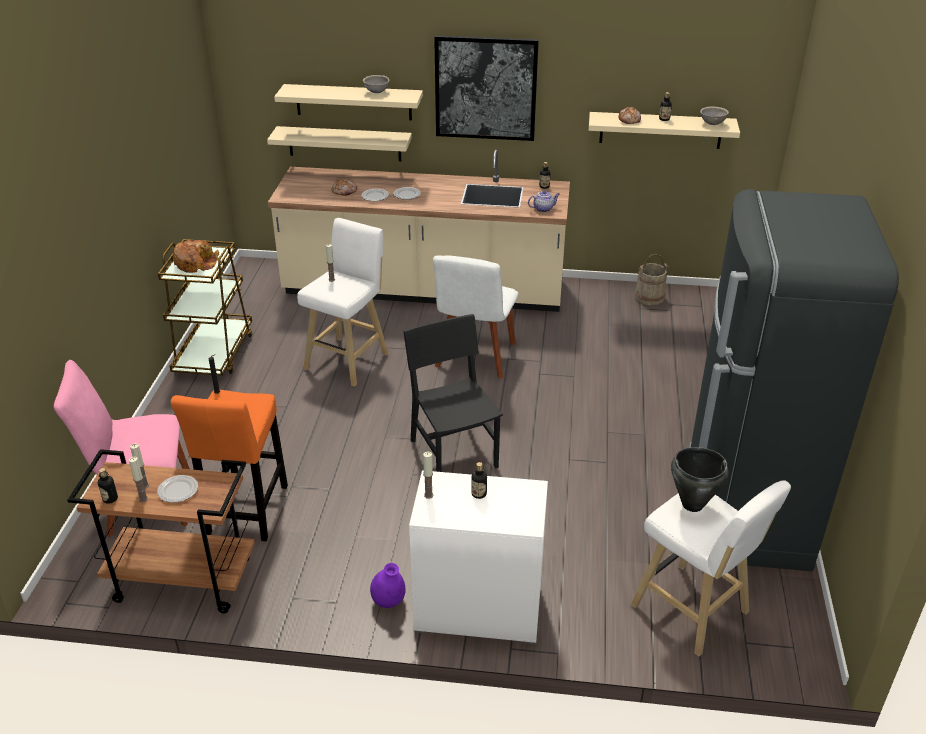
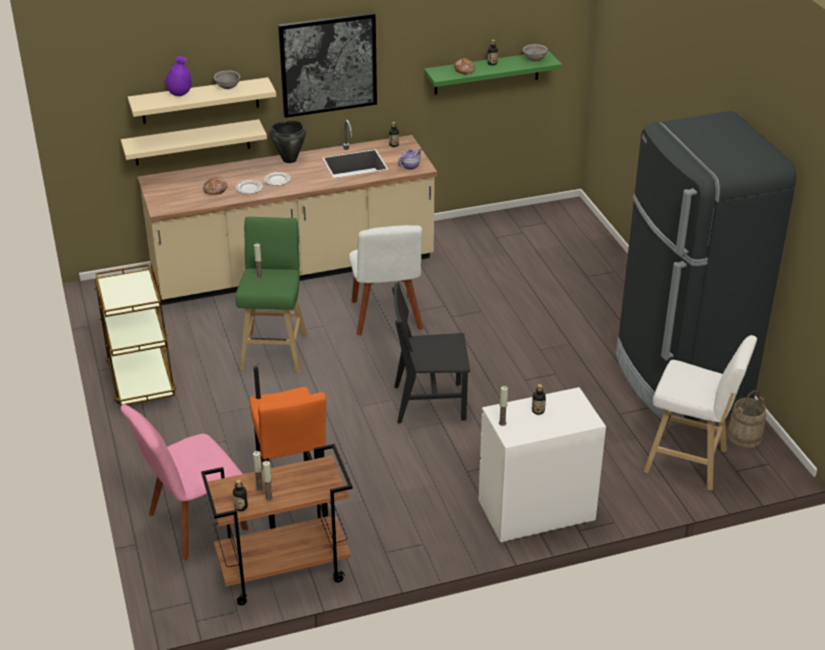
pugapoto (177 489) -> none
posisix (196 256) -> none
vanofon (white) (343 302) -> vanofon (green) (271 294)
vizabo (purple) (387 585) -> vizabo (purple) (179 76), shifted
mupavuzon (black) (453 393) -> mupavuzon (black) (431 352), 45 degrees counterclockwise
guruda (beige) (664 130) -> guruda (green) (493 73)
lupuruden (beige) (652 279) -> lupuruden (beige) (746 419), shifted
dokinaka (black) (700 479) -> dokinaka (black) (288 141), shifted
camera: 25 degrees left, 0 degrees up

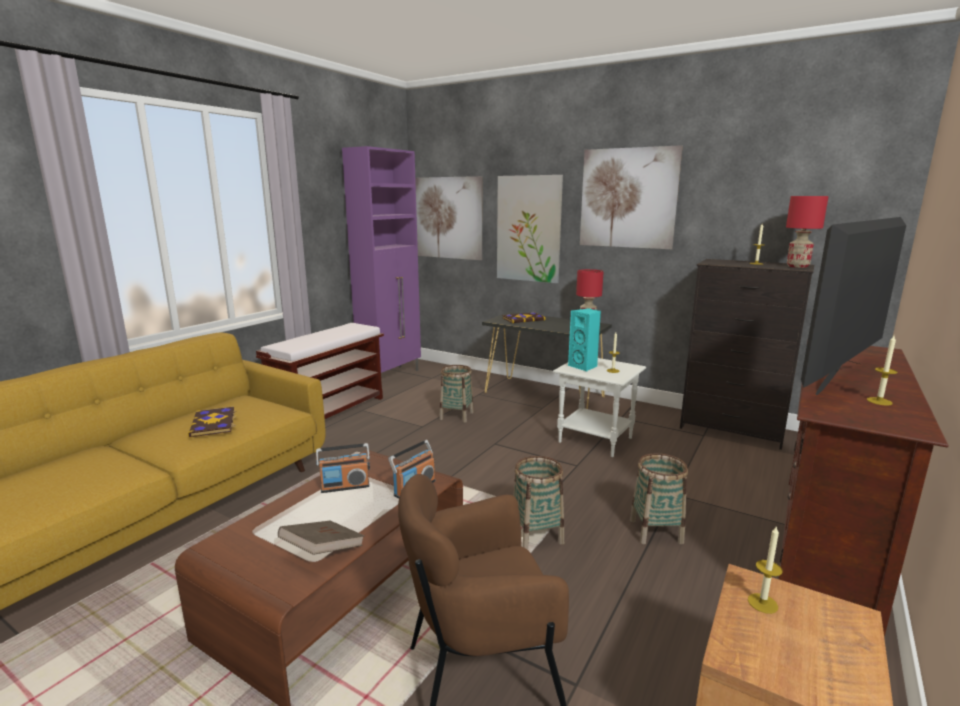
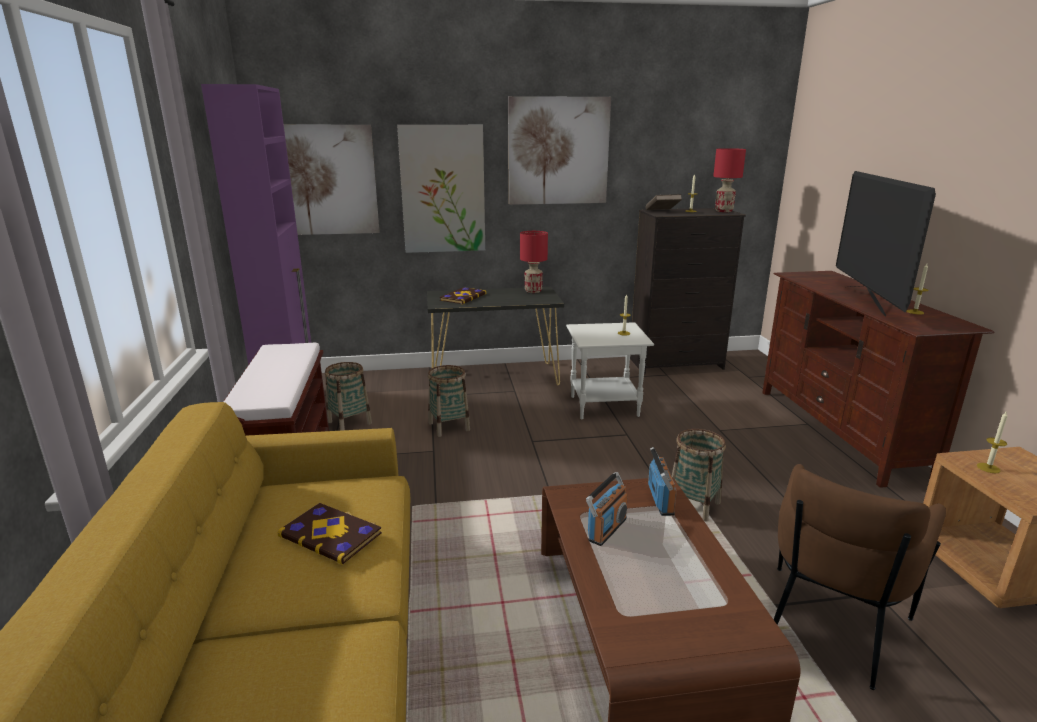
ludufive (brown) (321 538) -> ludufive (brown) (663 202), shifted
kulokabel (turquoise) (584 339) -> none
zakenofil (659 498) -> zakenofil (348 396), shifted
camera: 40 degrees left, 5 degrees up

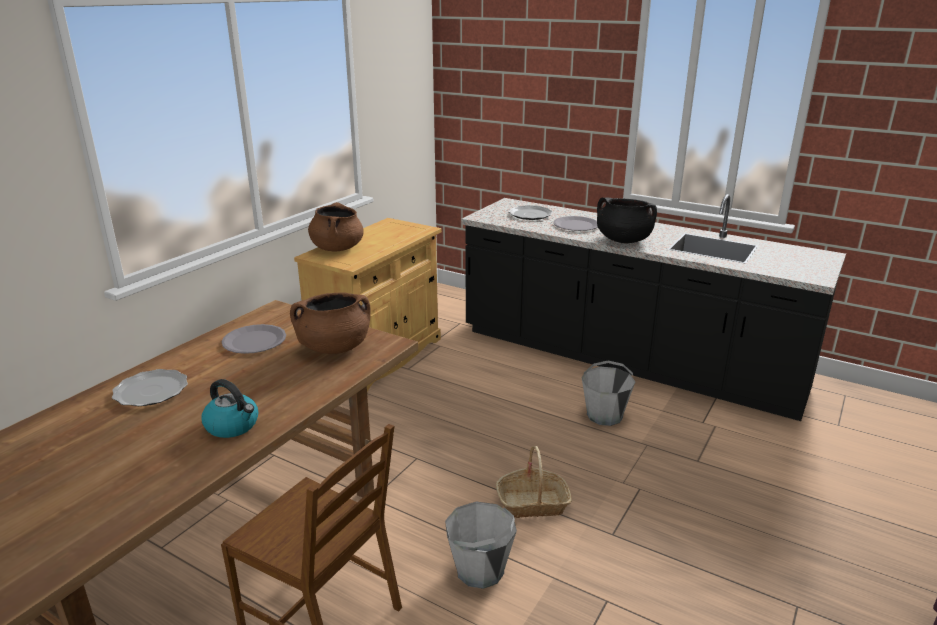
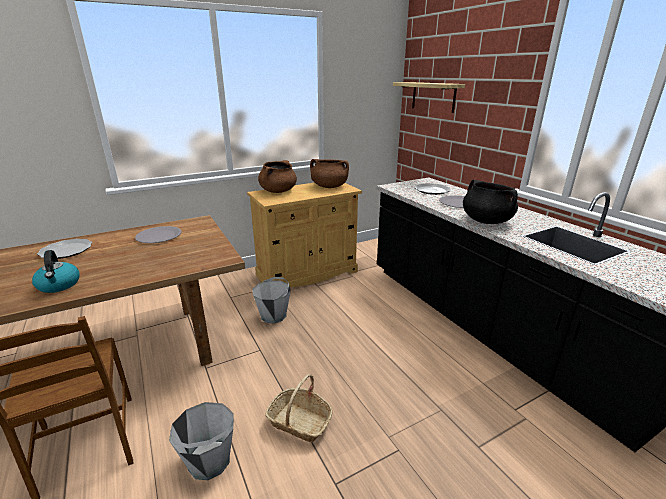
dokinaka (brown) (330 323) -> dokinaka (brown) (329 173), shifted
lupuruden (grey) (608 393) -> lupuruden (grey) (271 300), shifted
none -> guruda (429 97)
camera: 30 degrees right, 0 degrees up

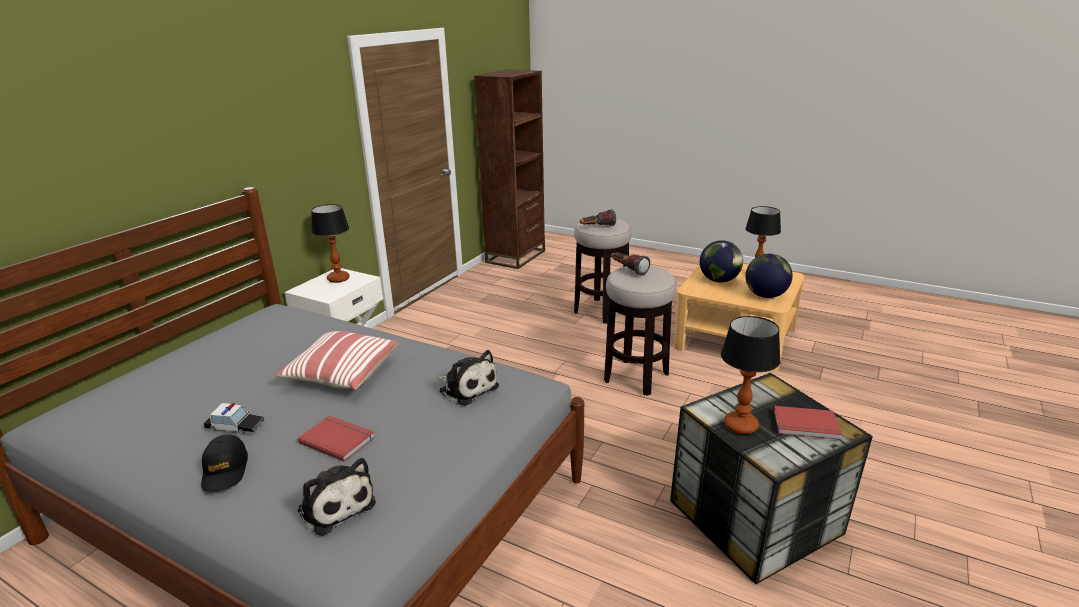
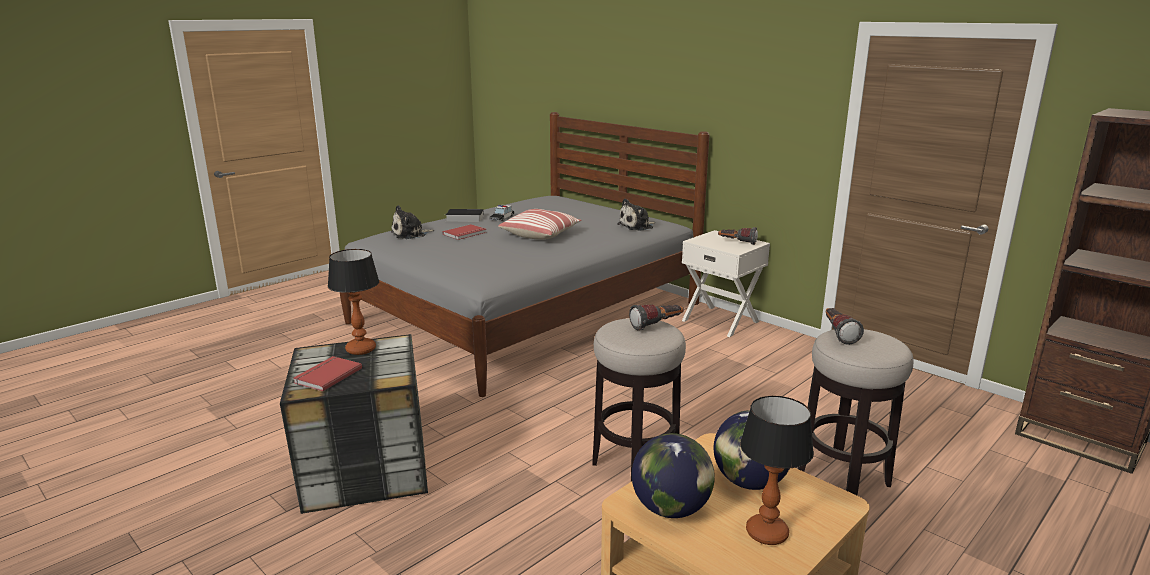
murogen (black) (224 463) -> ludufive (465 215)
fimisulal (330 243) -> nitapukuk (738 236)
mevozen (468 378) -> mevozen (636 215), shifted
camera: 105 degrees right, 5 degrees down

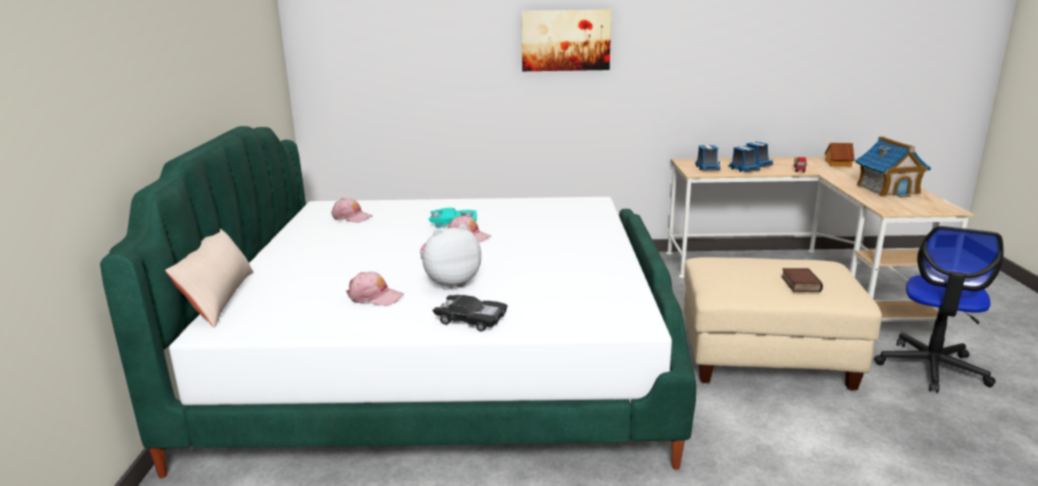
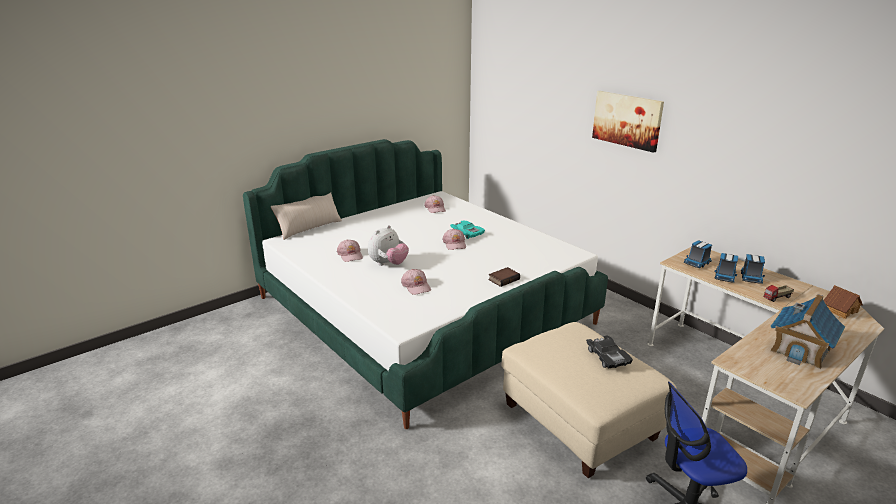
mevozen (450 257) -> mevozen (388 245), 105 degrees clockwise
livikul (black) (470 313) -> livikul (black) (609 351), shifted
ludufive (802 280) -> ludufive (504 277), shifted
none -> murogen (pink) (416 282)
camera: 50 degrees right, 5 degrees up

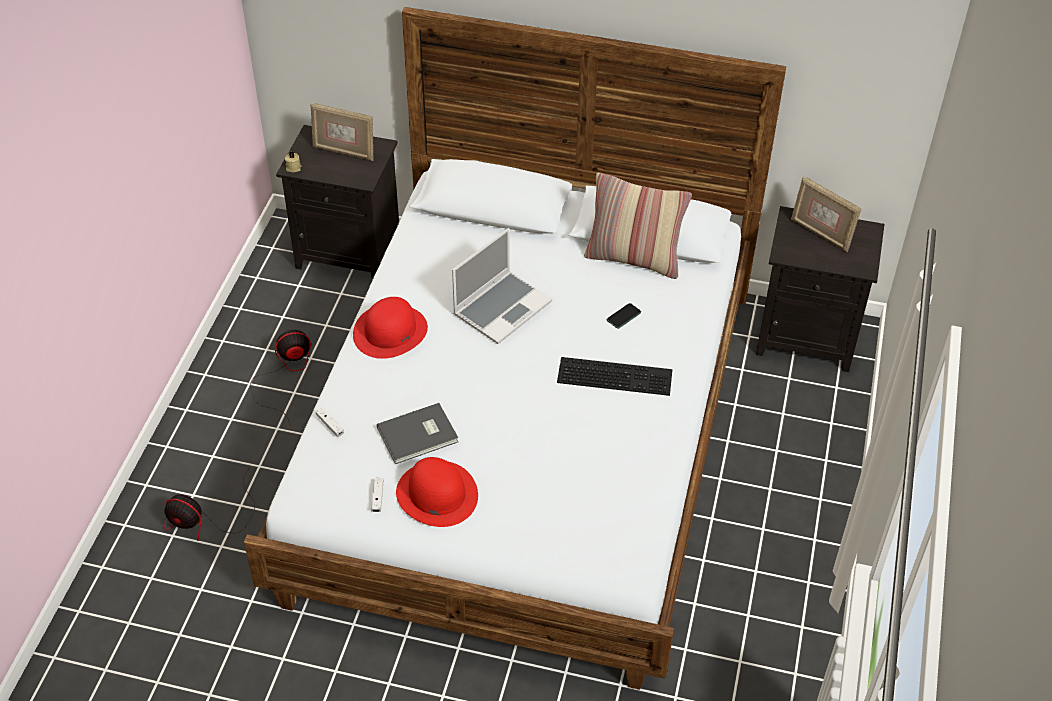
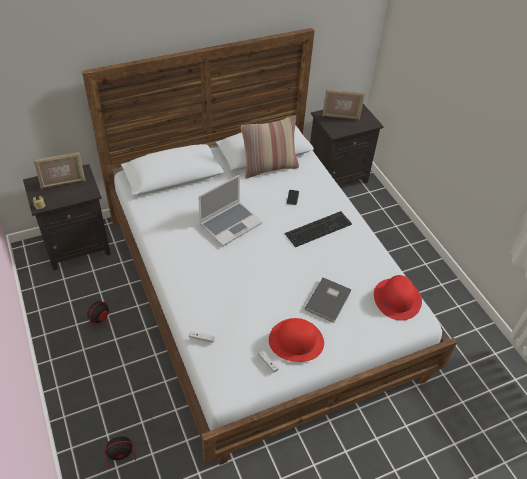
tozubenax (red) (390 328) -> tozubenax (red) (398 297), shifted
ludufive (grey) (417 433) -> ludufive (grey) (328 300), shifted
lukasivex (502 286) -> lukasivex (230 210), 45 degrees clockwise
camera: 40 degrees left, 0 degrees up

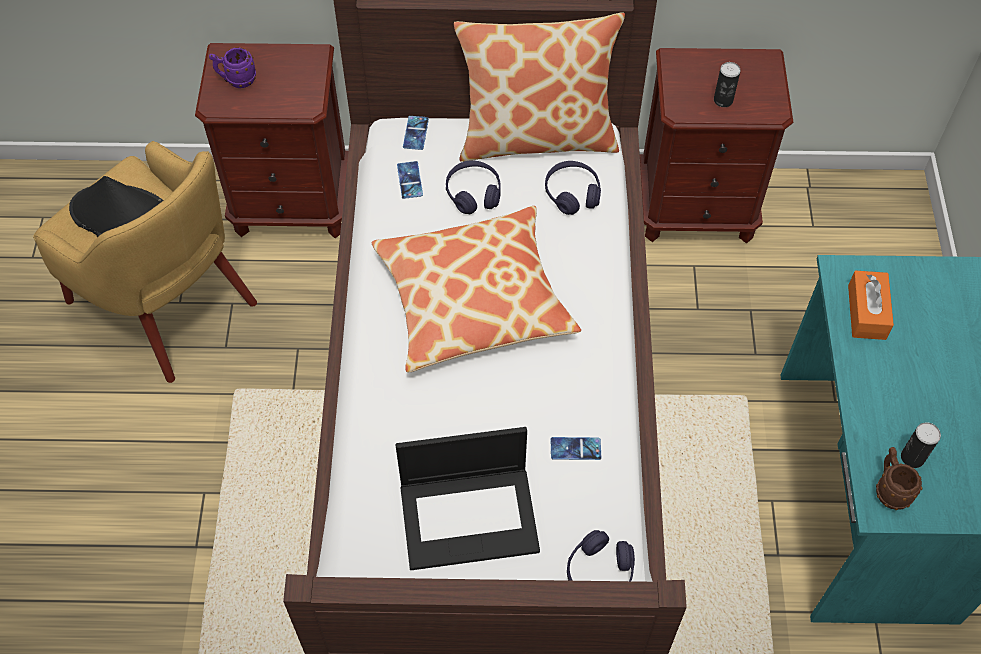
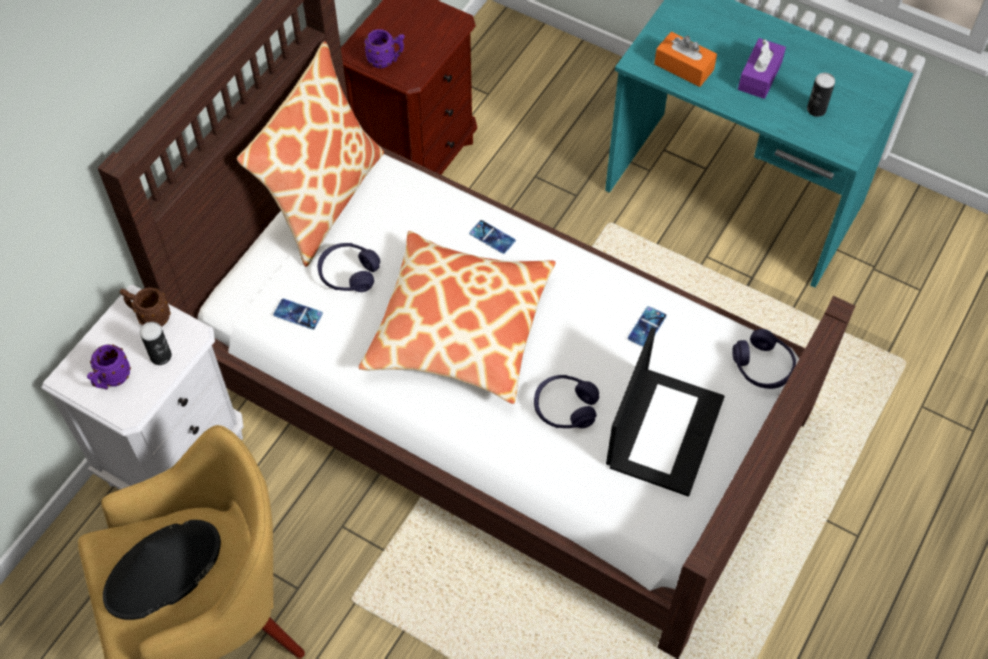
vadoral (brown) (271 140) -> vadoral (white) (142 386)
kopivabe (416 133) -> kopivabe (492 237), shifted
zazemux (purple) (573 188) -> zazemux (purple) (566 401), shifted
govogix (727 84) -> govogix (156 343), shifted
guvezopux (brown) (899 478) -> guvezopux (brown) (145 307), shifted
none -> guvezopux (purple) (384 48)
none -> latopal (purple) (762 68)
camera: 60 degrees left, 0 degrees up

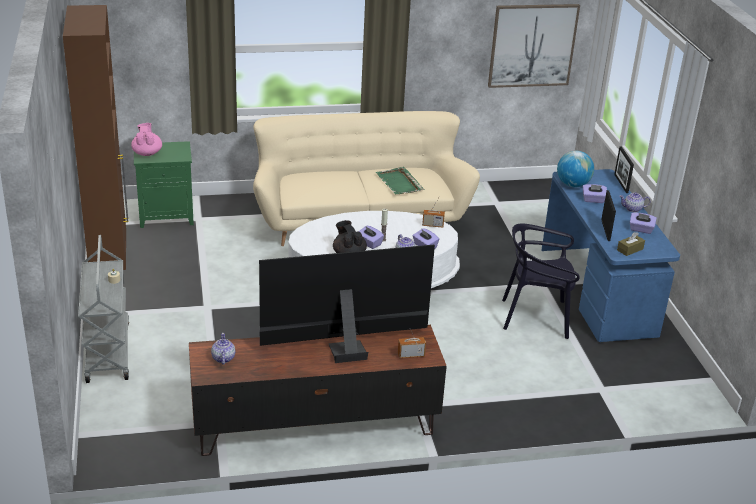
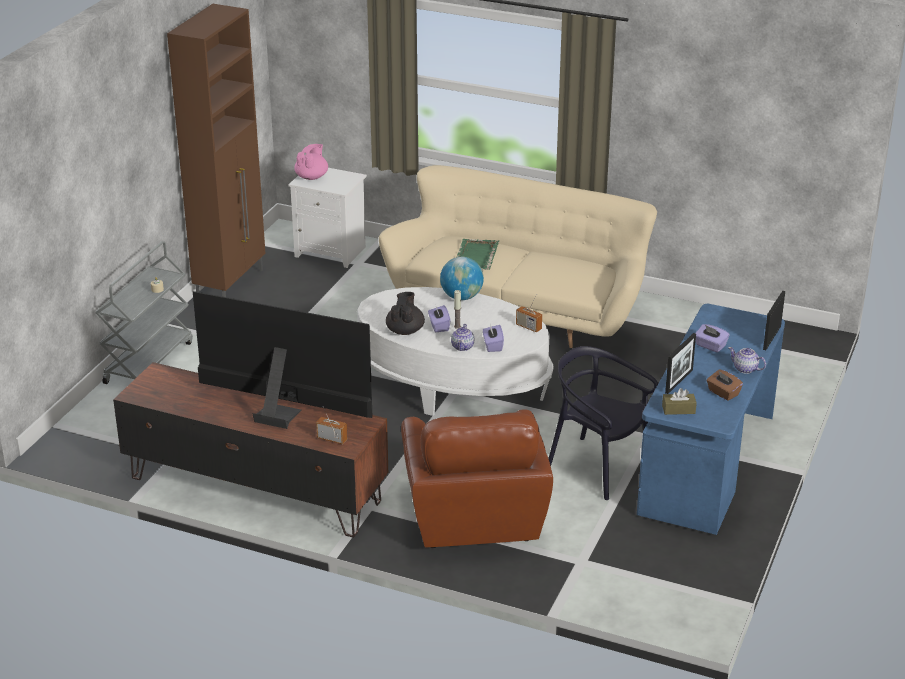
vadoral (green) (164 184) -> vadoral (white) (327 218)
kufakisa (223 349) -> none
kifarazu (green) (400 181) -> kifarazu (green) (477 254), shifted
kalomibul (534 46) -> none
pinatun (575 169) -> pinatun (462 278), shifted
latopal (purple) (643 223) -> latopal (brown) (724 385)
none -> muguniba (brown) (477 478)
camera: 35 degrees right, 0 degrees up

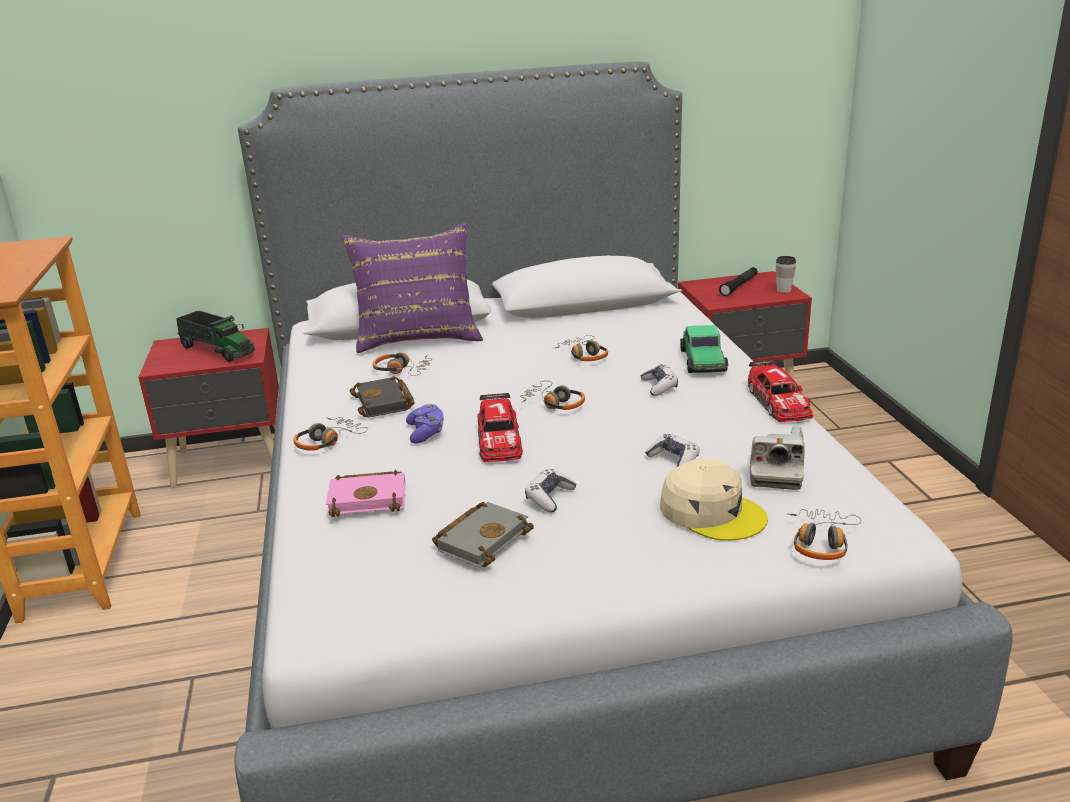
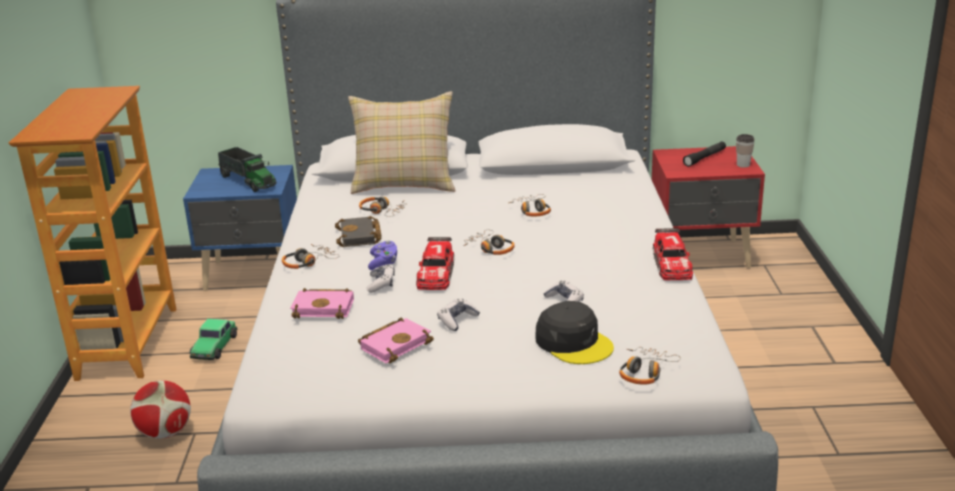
vadoral (red) (208 408) -> vadoral (blue) (240 228)
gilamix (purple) (412 288) -> gilamix (beige) (402 142)
ludufive (grey) (483 535) -> ludufive (pink) (396 340)
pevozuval (659 380) -> pevozuval (380 278), shifted
murogen (beige) (714 499) -> murogen (black) (574 332)
livikul (704 349) -> livikul (213 339), shifted
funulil (777 458) -> none
none -> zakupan (160 409)
camera: 10 degrees right, 0 degrees up

